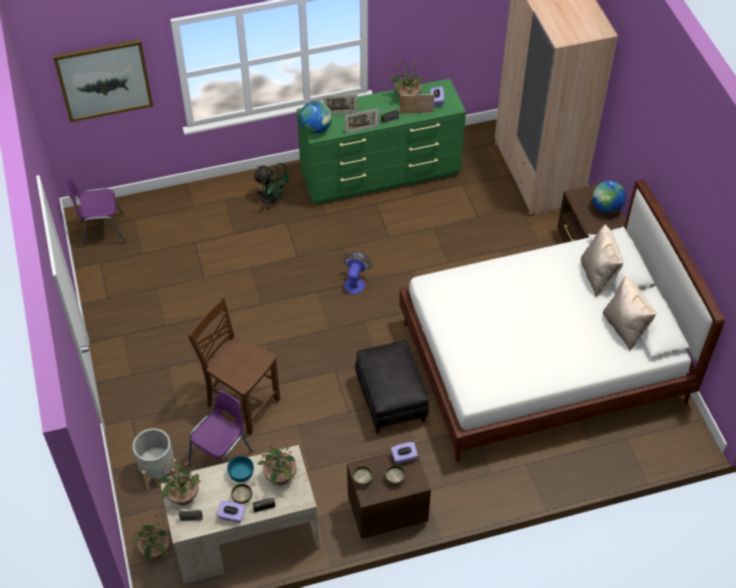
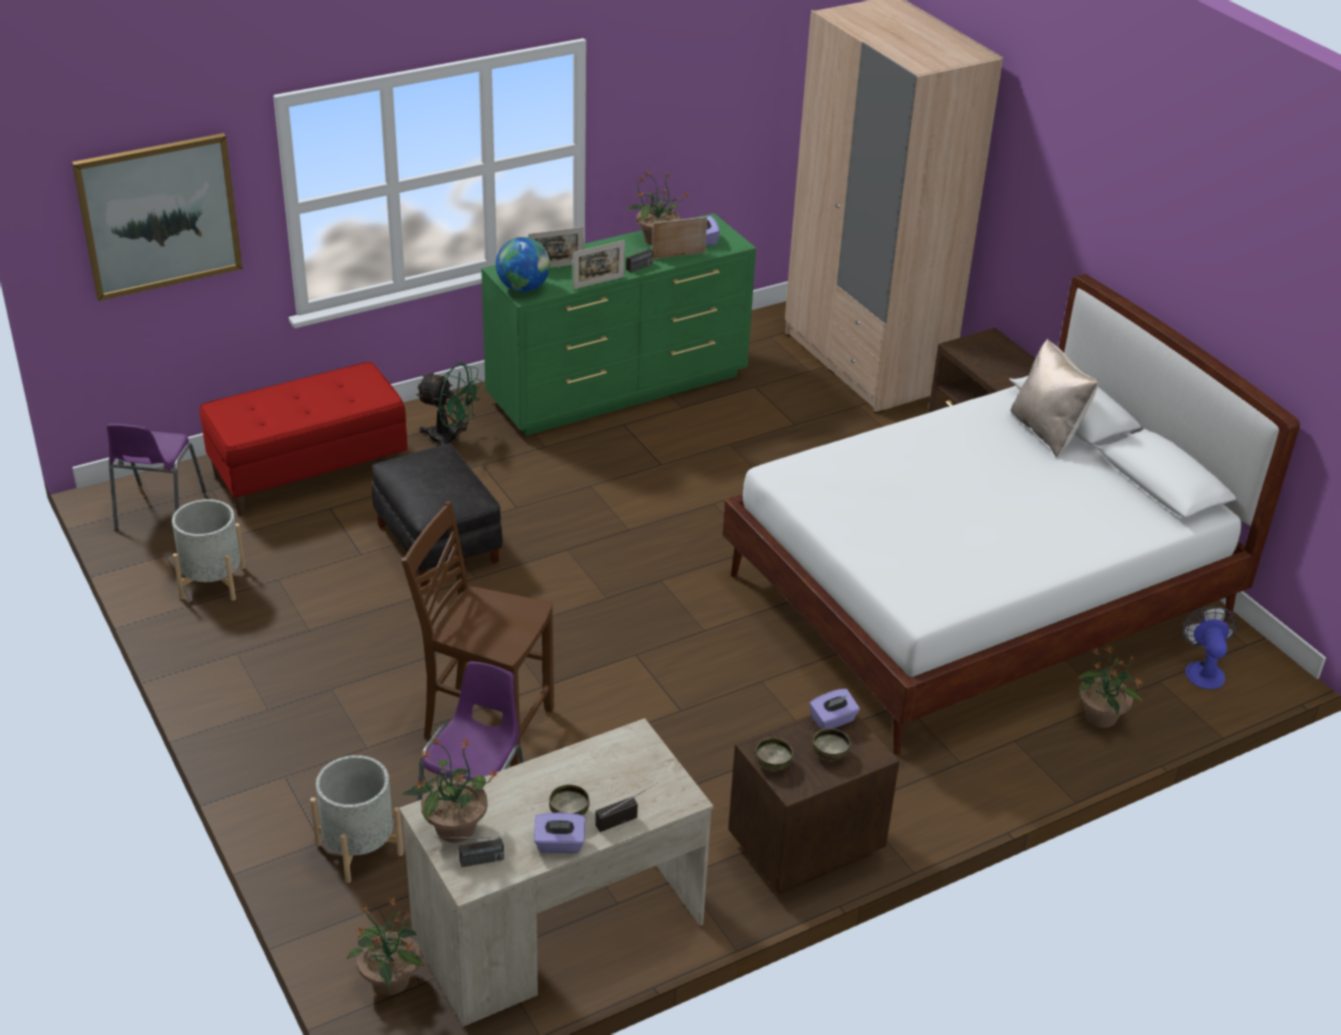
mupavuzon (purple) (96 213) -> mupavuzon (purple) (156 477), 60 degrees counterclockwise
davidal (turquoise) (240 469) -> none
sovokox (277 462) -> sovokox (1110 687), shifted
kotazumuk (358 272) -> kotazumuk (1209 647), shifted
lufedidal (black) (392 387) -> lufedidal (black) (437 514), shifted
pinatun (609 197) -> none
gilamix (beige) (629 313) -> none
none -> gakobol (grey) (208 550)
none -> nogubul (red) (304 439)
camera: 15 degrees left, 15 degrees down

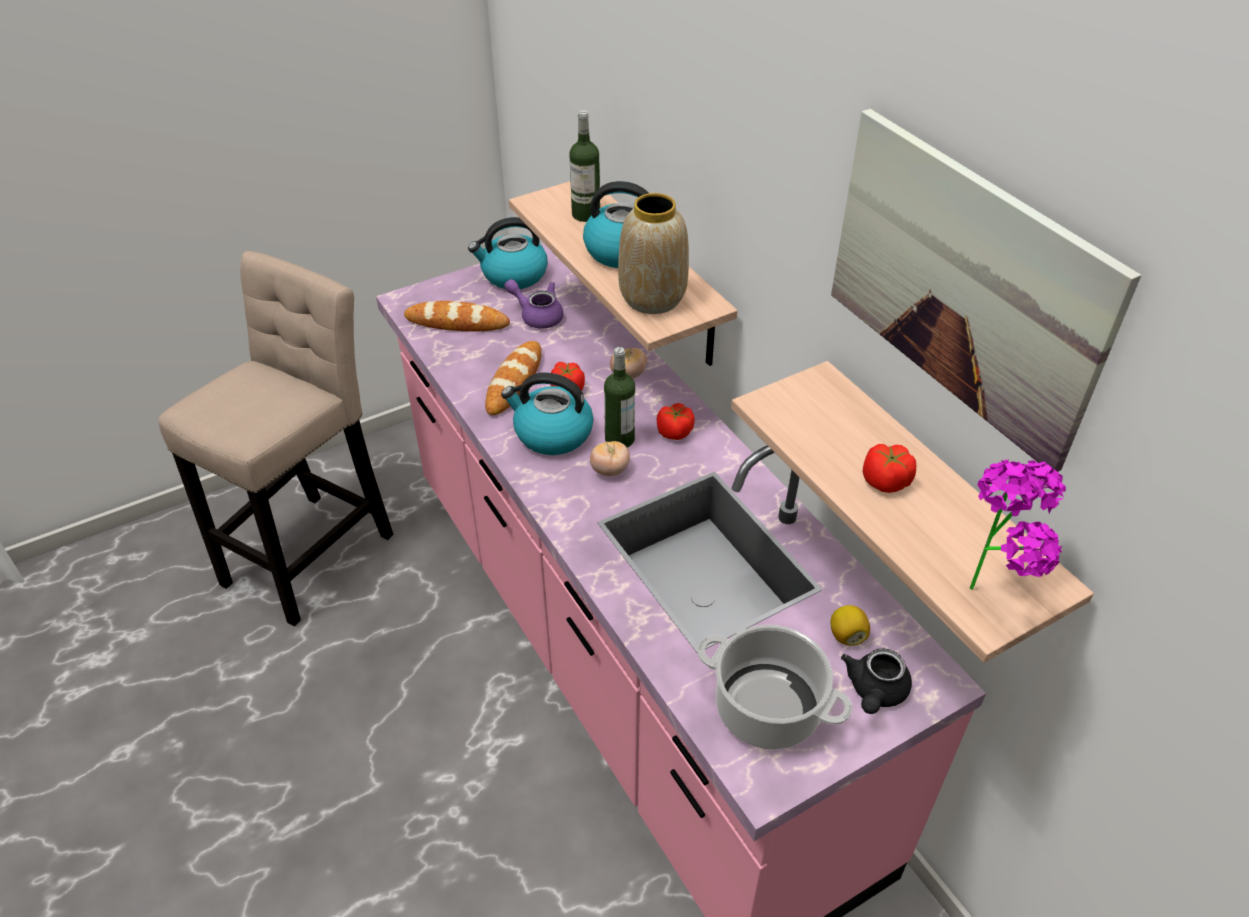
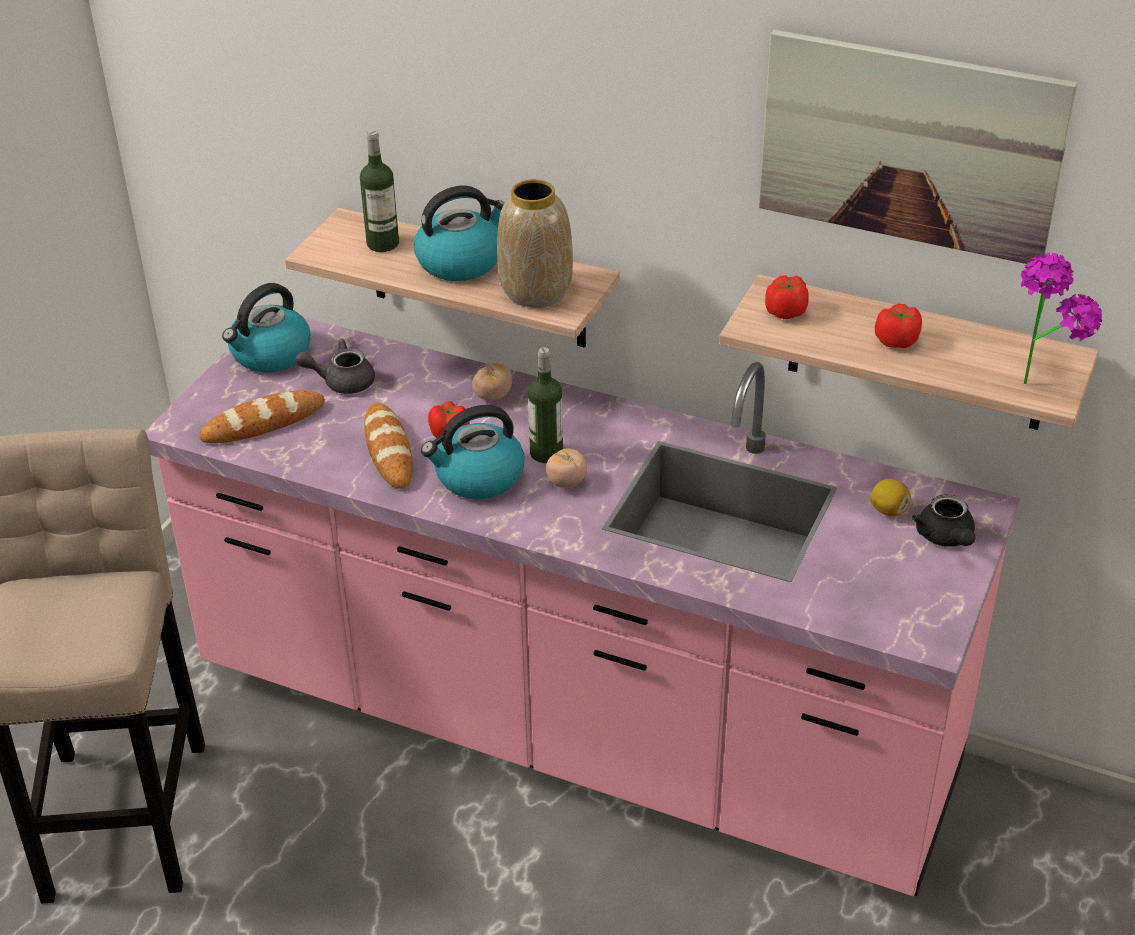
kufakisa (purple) (534 303) -> kufakisa (grey) (335 366)
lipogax (676 421) -> lipogax (787 297), shifted
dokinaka (774 687) -> none
camera: 35 degrees left, 5 degrees down

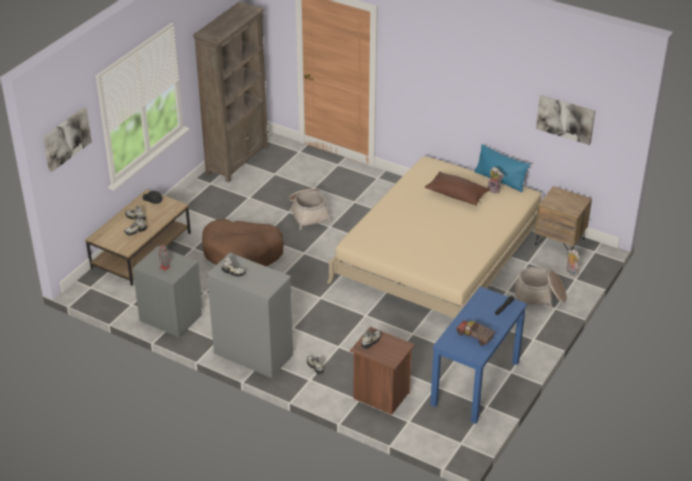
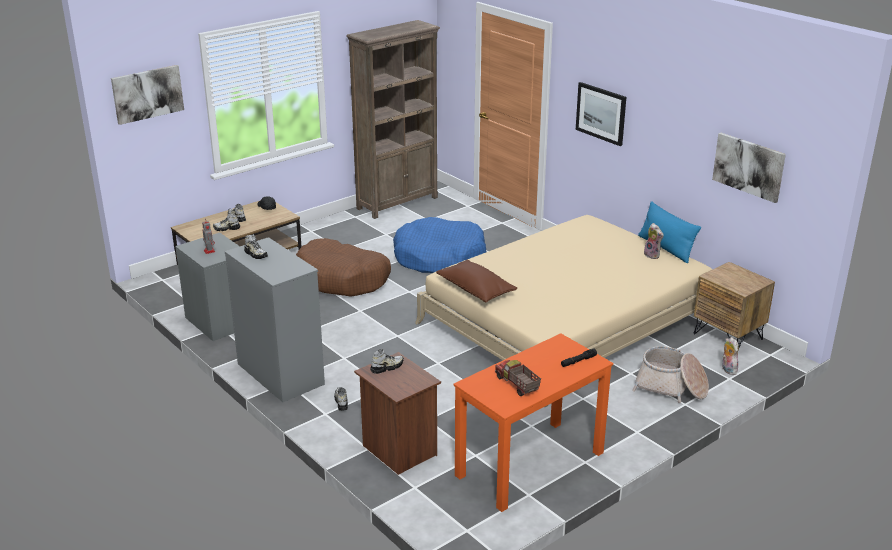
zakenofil (310 209) -> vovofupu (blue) (439 245)
gilamix (brown) (457 188) -> gilamix (brown) (476 281), shifted
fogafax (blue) (478 355) -> fogafax (orange) (533 422)
none -> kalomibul (601 114)
camera: 20 degrees right, 10 degrees down

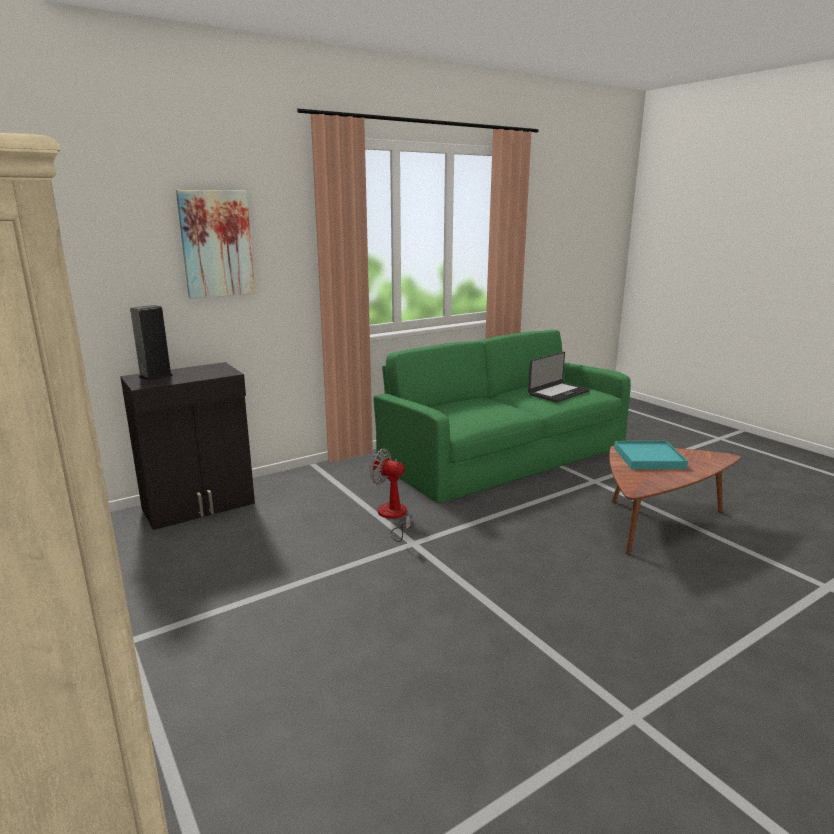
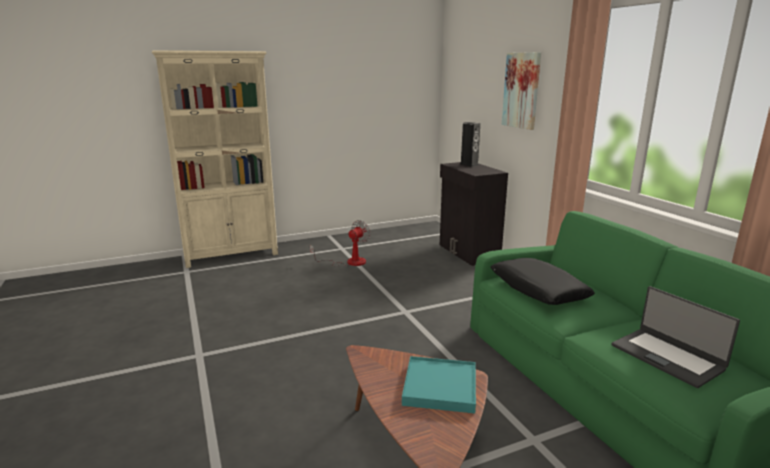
kotazumuk (392 495) -> kotazumuk (340 243), shifted
none -> gilamix (black) (543 281)
camera: 100 degrees right, 0 degrees up

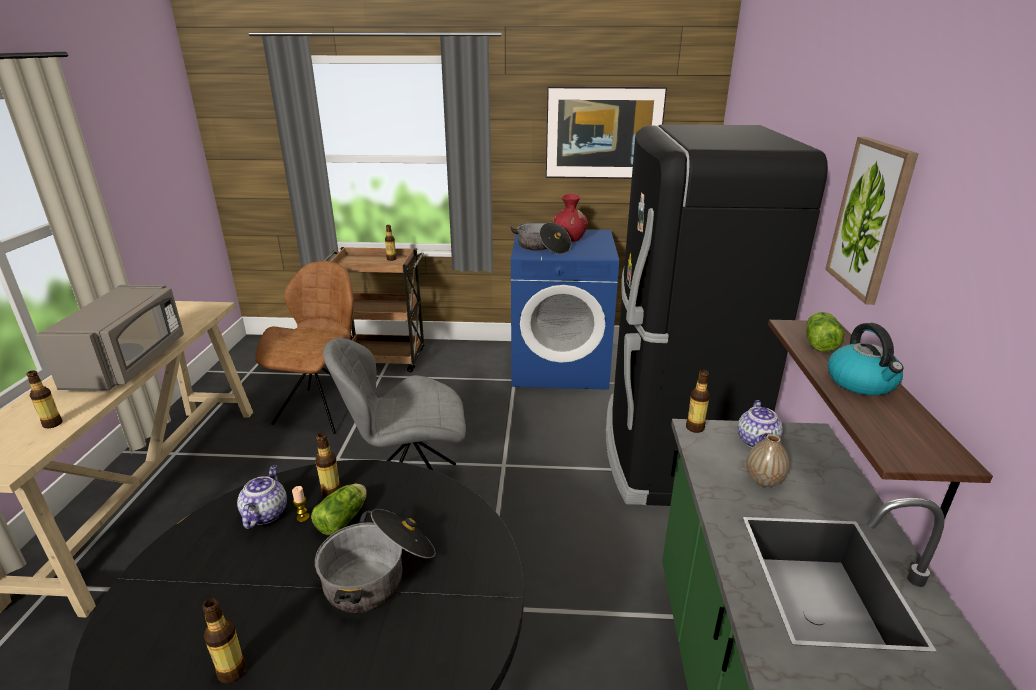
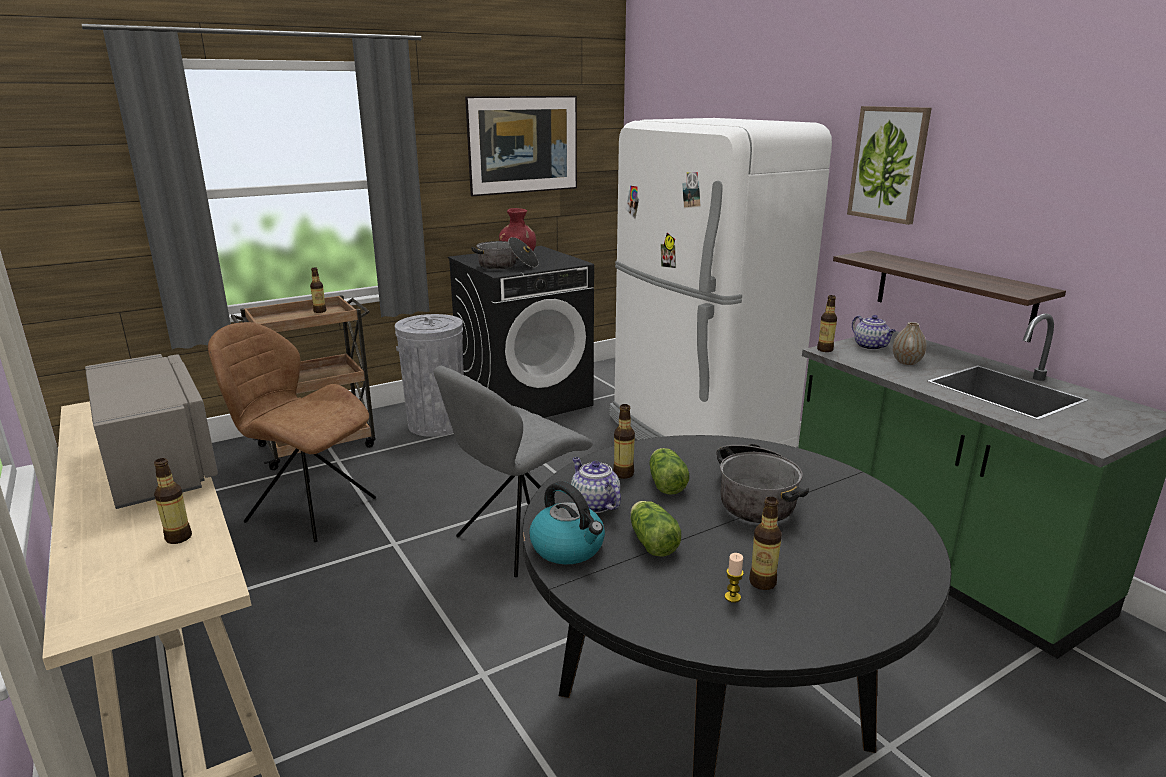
mupavuzon (brown) (304 347) -> mupavuzon (brown) (292 432), 45 degrees counterclockwise
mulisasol (301 504) -> mulisasol (734 578), shifted
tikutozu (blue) (565 309) -> tikutozu (black) (521 332)
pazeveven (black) (717 315) -> pazeveven (white) (720 283)
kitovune (825 332) -> kitovune (655 529), shifted
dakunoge (866 359) -> dakunoge (567 522), shifted
none -> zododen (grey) (429 375)
camera: 35 degrees left, 5 degrees down

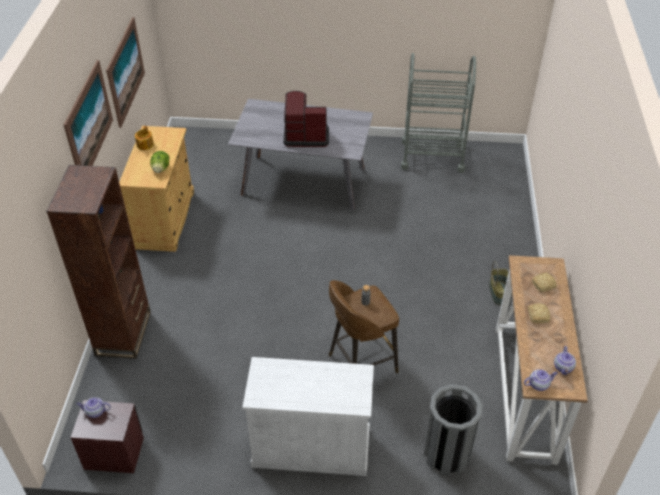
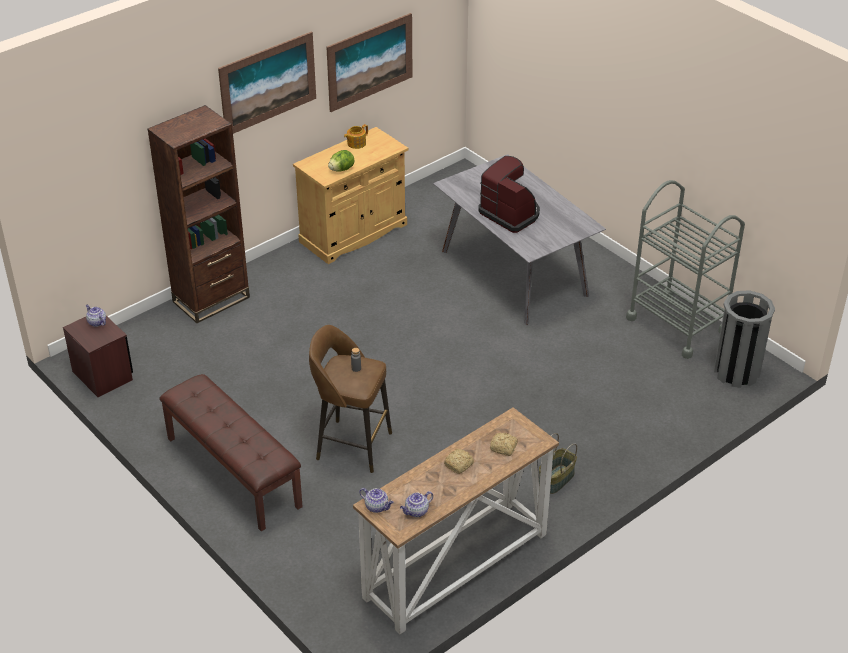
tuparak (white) (308 416) -> nogubul (brown) (231 452)
zododen (grey) (453 430) -> zododen (grey) (744 339), shifted
camera: 45 degrees right, 5 degrees down

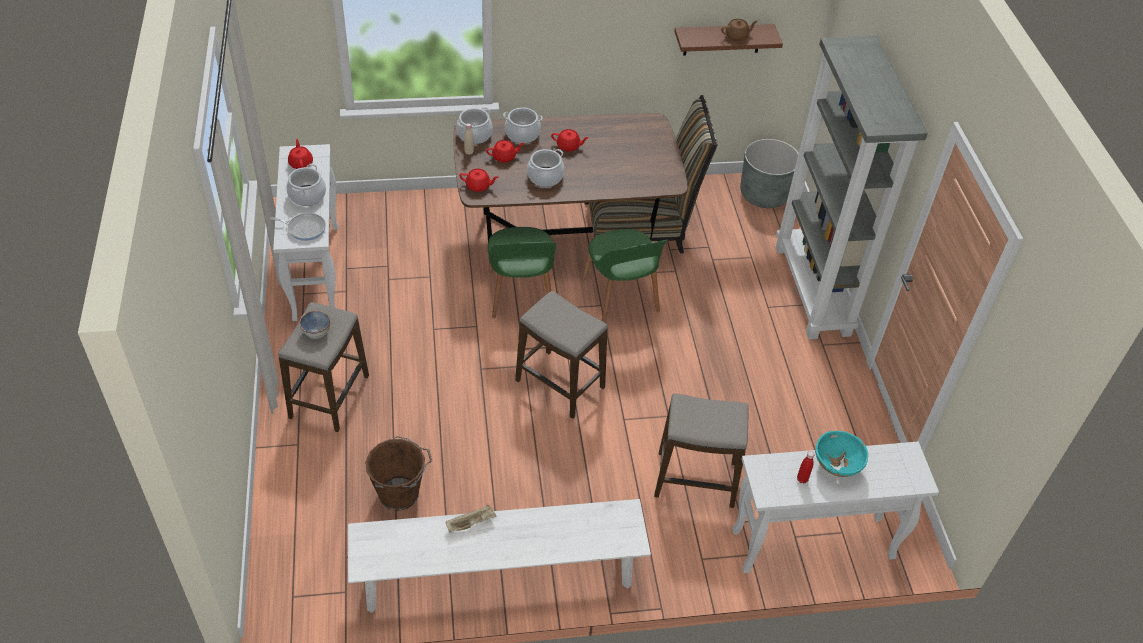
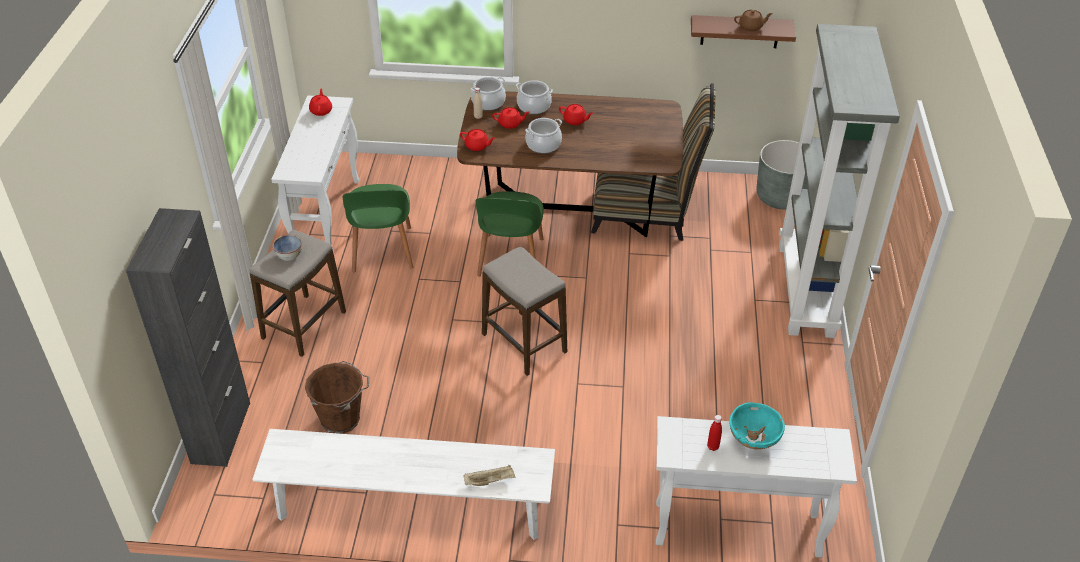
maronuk (298 227) -> none
dokinaka (306 185) -> none
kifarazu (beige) (471 518) -> kifarazu (beige) (489 475), shifted
mupavuzon (green) (625 276) -> mupavuzon (green) (378 228), shifted
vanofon (701 450) -> none
none -> tuparak (black) (188 337)
camera: 15 degrees right, 5 degrees down

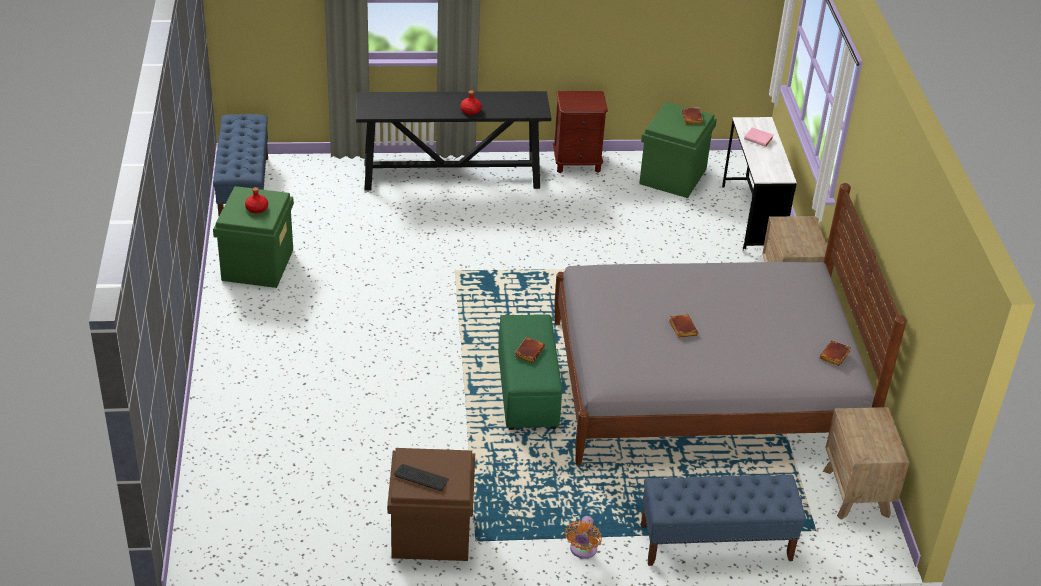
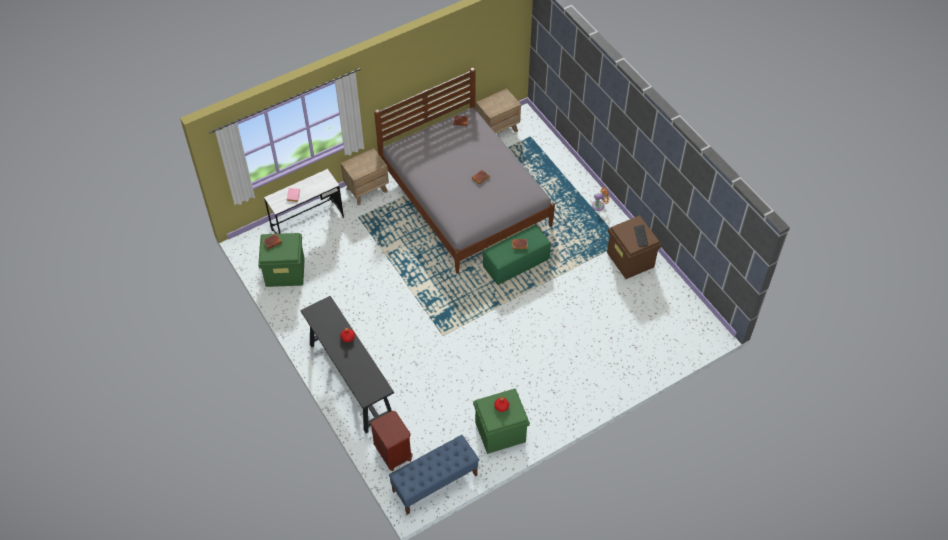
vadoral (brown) (580 132) -> vadoral (brown) (391 441), shifted
nogubul (blue) (723 520) -> none
camera: 115 degrees left, 15 degrees up

